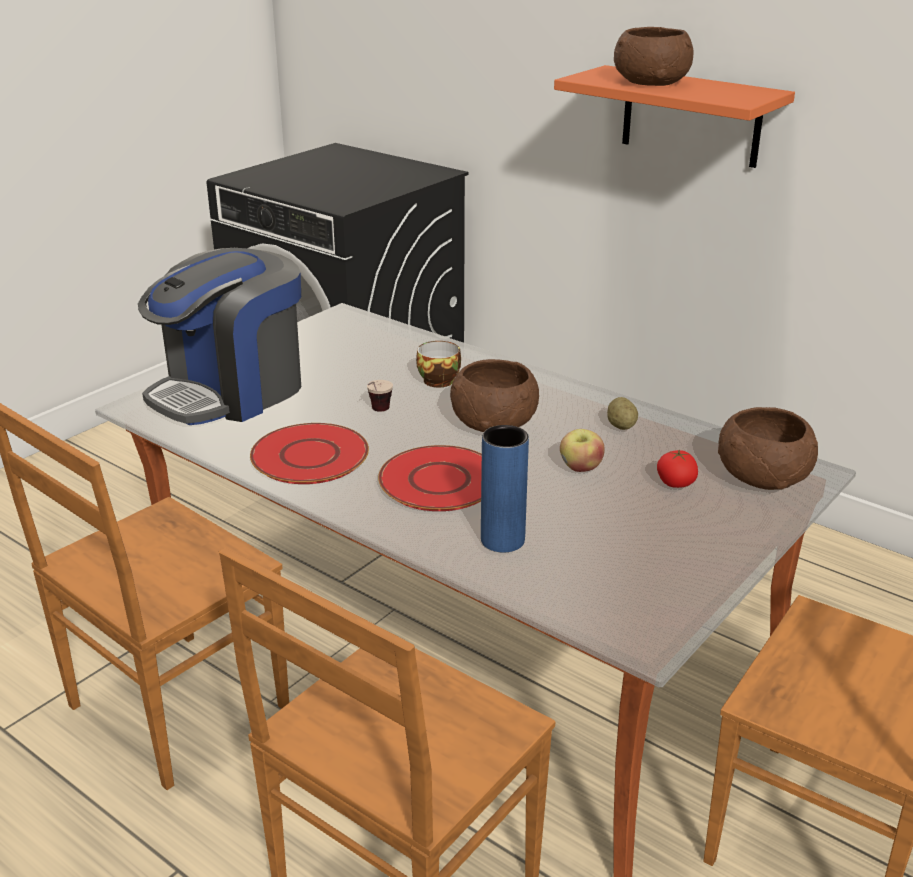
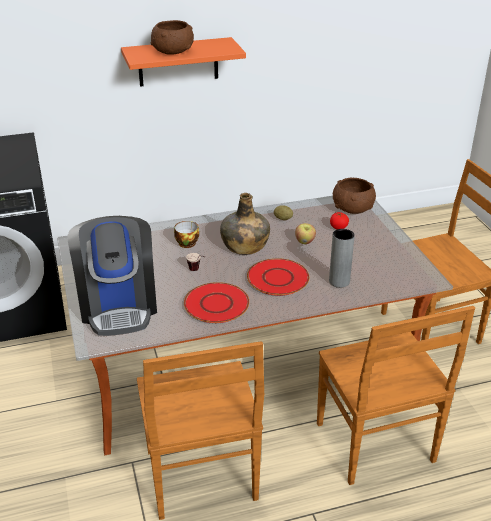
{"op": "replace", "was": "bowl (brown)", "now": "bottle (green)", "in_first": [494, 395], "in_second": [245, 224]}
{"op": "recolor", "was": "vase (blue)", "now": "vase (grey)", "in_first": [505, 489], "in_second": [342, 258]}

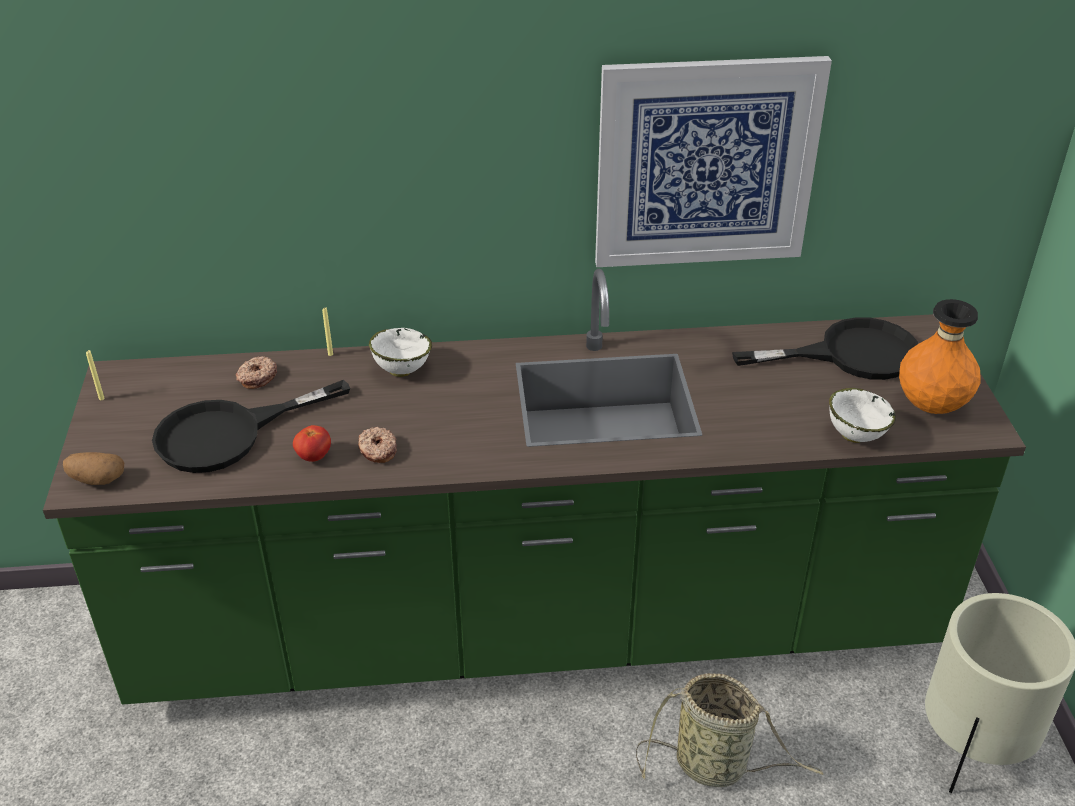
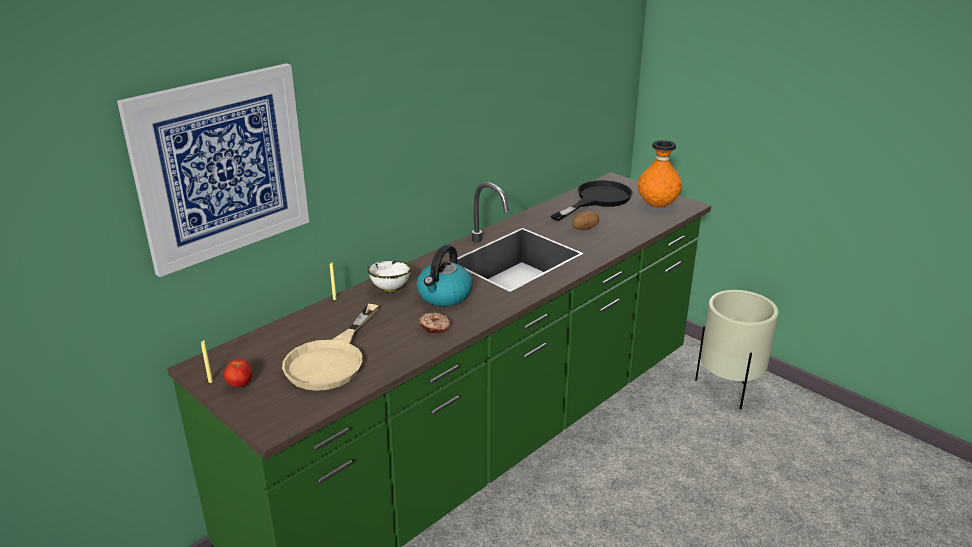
{"op": "move", "was": "picture", "in_first": [713, 161], "in_second": [213, 170]}
{"op": "move", "was": "tomato", "in_first": [312, 443], "in_second": [238, 373]}
{"op": "recolor", "was": "frying pan (black)", "now": "frying pan (beige)", "in_first": [251, 426], "in_second": [330, 347]}
{"op": "insert", "now": "kettle", "in_second": [444, 275]}
{"op": "move", "was": "potato", "in_first": [93, 468], "in_second": [585, 220]}
{"op": "delete", "was": "donut", "in_first": [256, 372]}
{"op": "delete", "was": "basket", "in_first": [730, 730]}
{"op": "delete", "was": "bowl (white)", "in_first": [862, 415]}

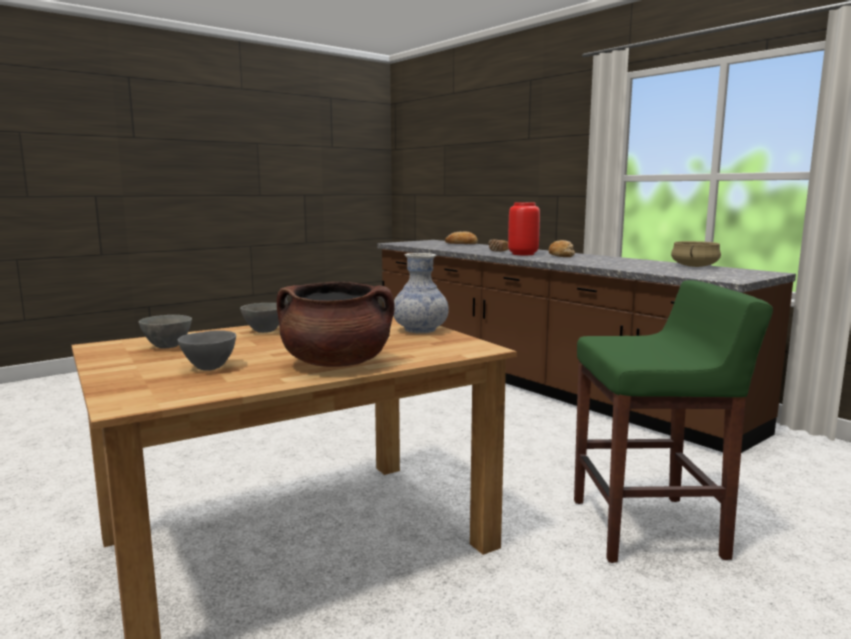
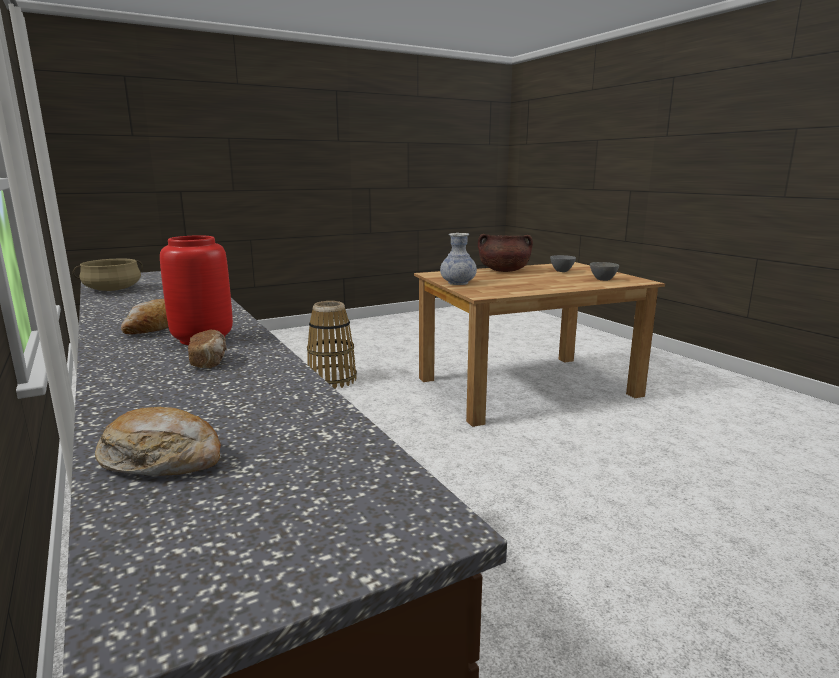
{"op": "replace", "was": "stool (green)", "now": "basket", "in_first": [673, 421], "in_second": [332, 345]}
{"op": "delete", "was": "bowl (grey)", "in_first": [259, 318]}

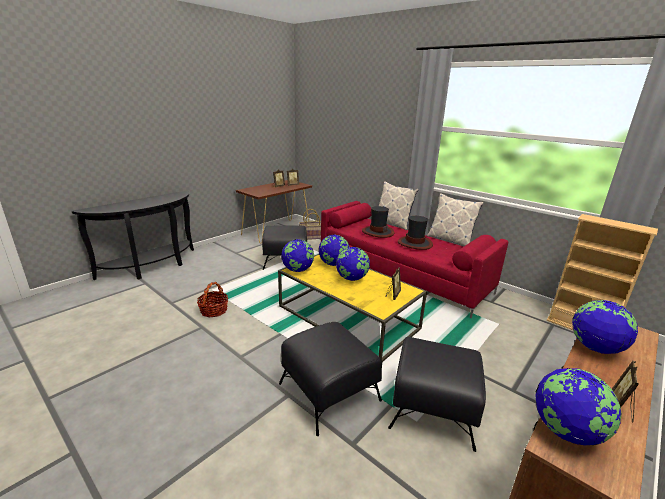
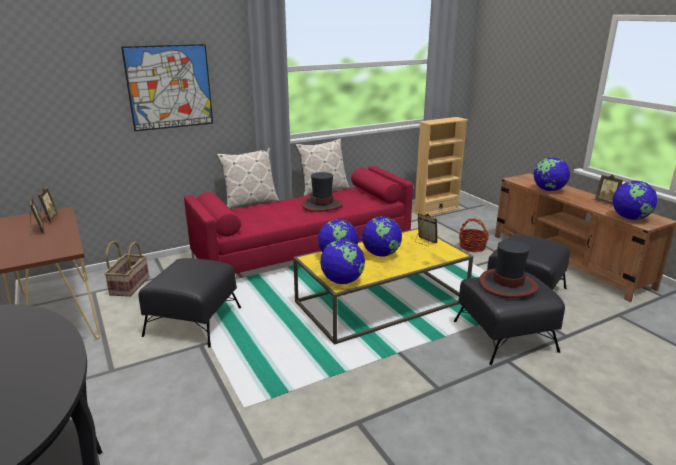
{"op": "insert", "now": "picture", "in_second": [167, 87]}
{"op": "move", "was": "basket", "in_first": [212, 300], "in_second": [474, 235]}
{"op": "move", "was": "hat", "in_first": [378, 222], "in_second": [508, 269]}

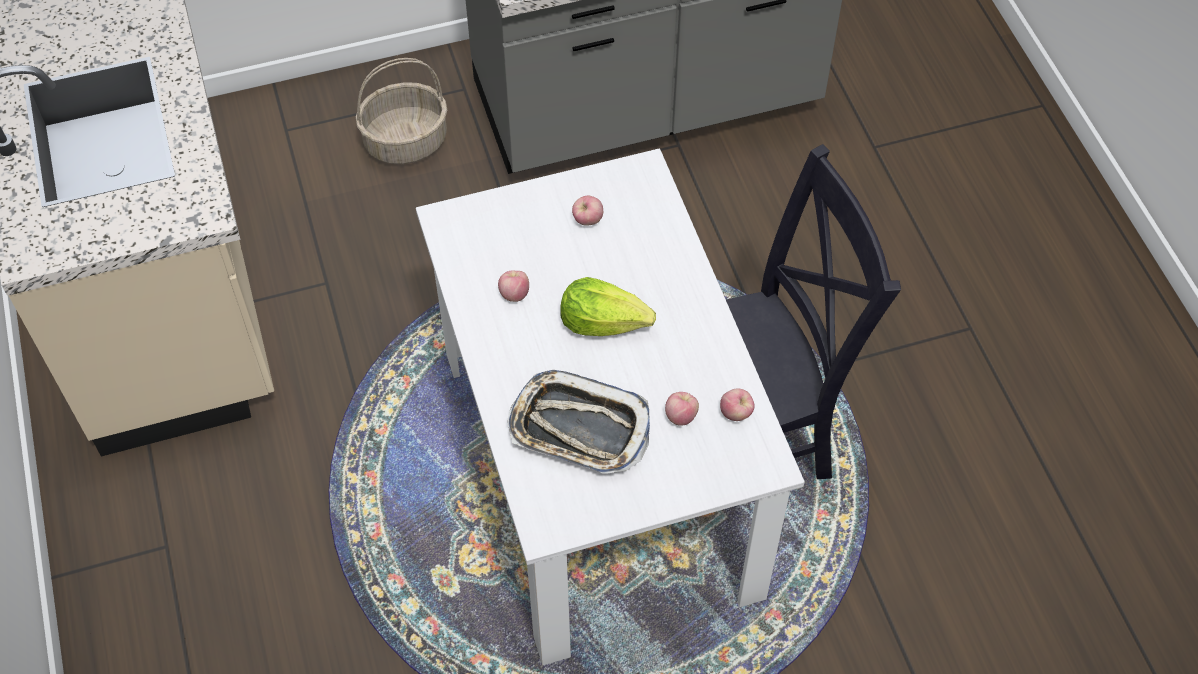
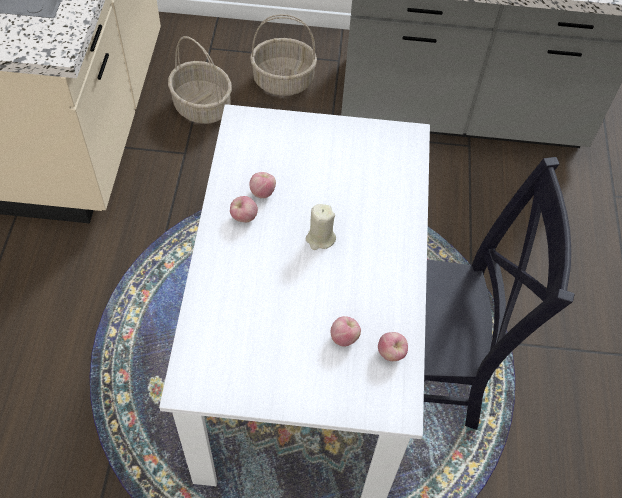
{"op": "insert", "now": "basket", "in_second": [200, 80]}
{"op": "move", "was": "apple", "in_first": [588, 211], "in_second": [244, 209]}
{"op": "replace", "was": "lettuce", "now": "candle (beige)", "in_first": [608, 306], "in_second": [320, 227]}
{"op": "delete", "was": "tray", "in_first": [578, 422]}

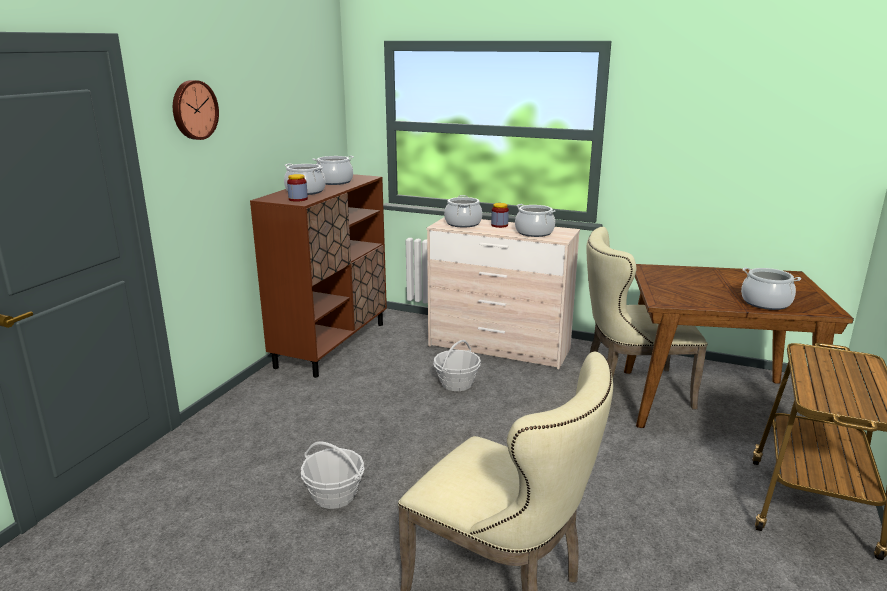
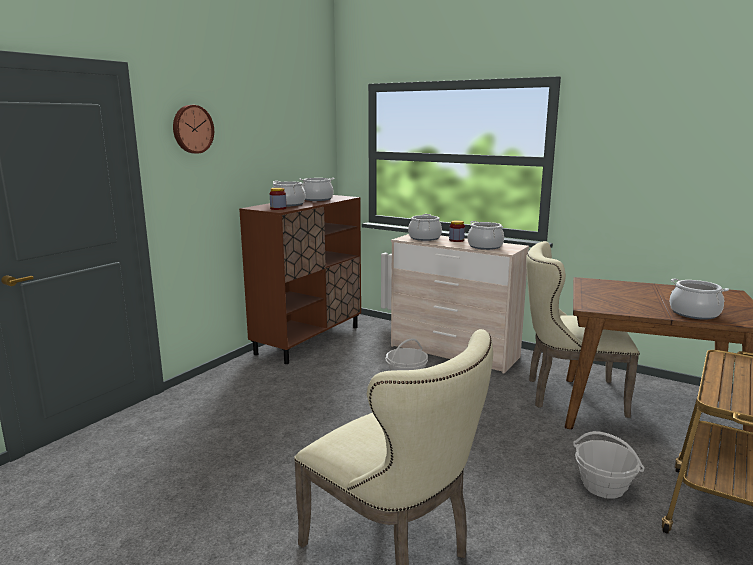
{"op": "move", "was": "basket", "in_first": [332, 475], "in_second": [609, 465]}

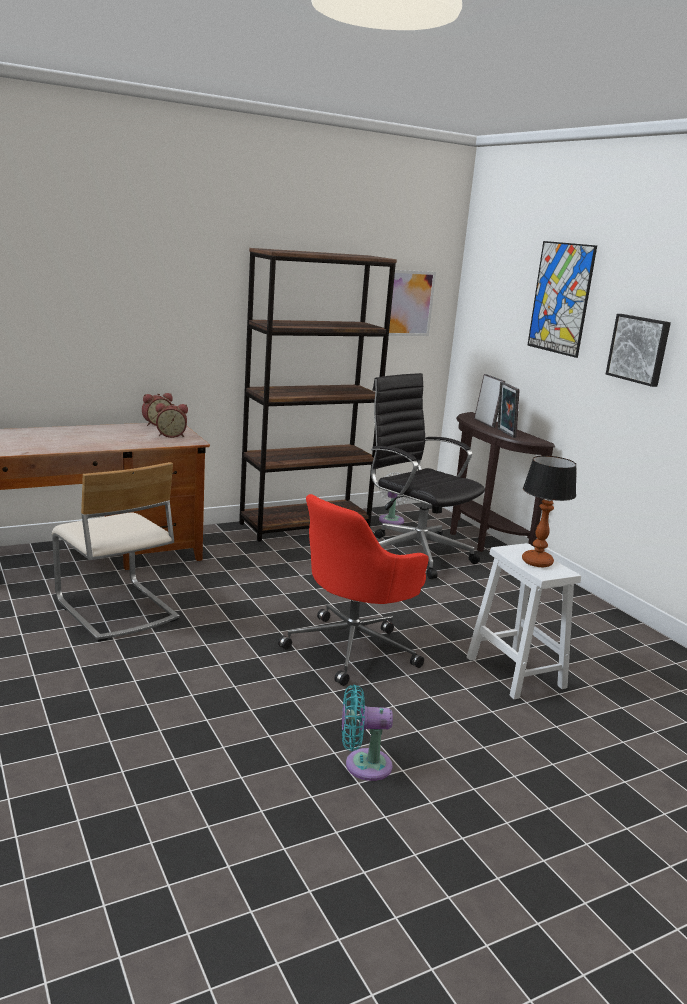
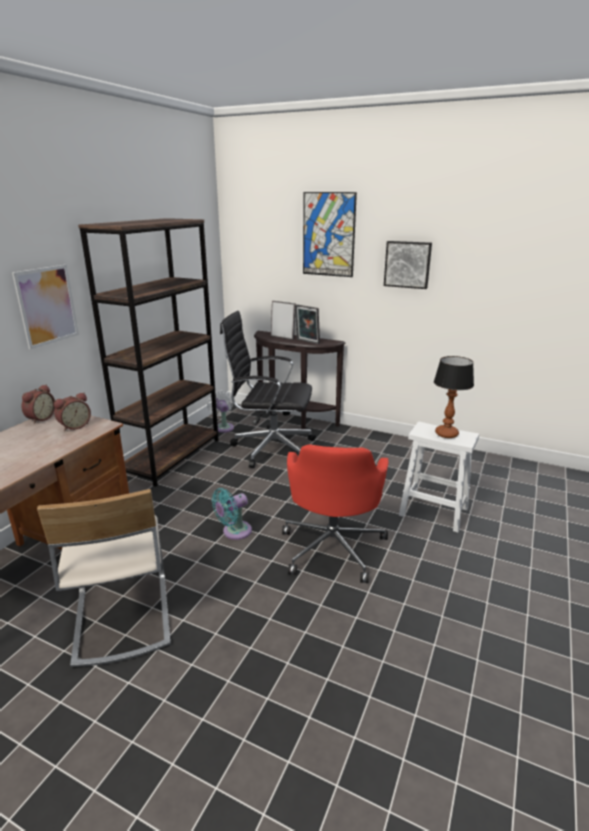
{"op": "move", "was": "picture", "in_first": [412, 303], "in_second": [45, 307]}
{"op": "rotate", "was": "chair (beige)", "in_first": [116, 552], "in_second": [104, 578], "clockwise": 60}
{"op": "move", "was": "fan (turquoise)", "in_first": [367, 733], "in_second": [232, 514]}

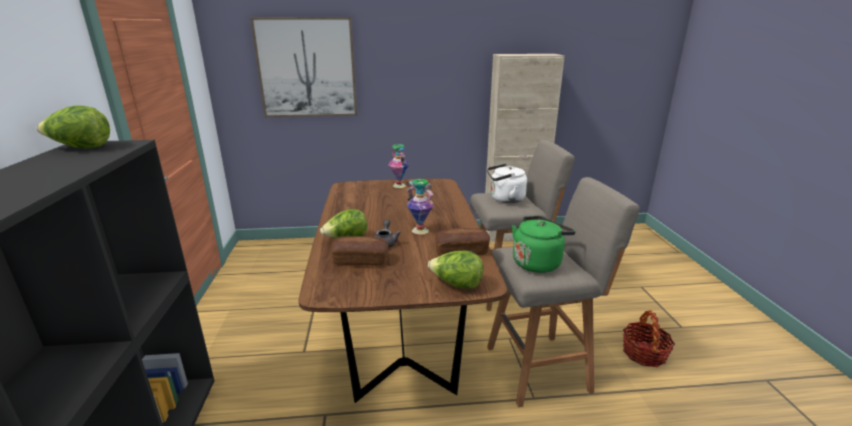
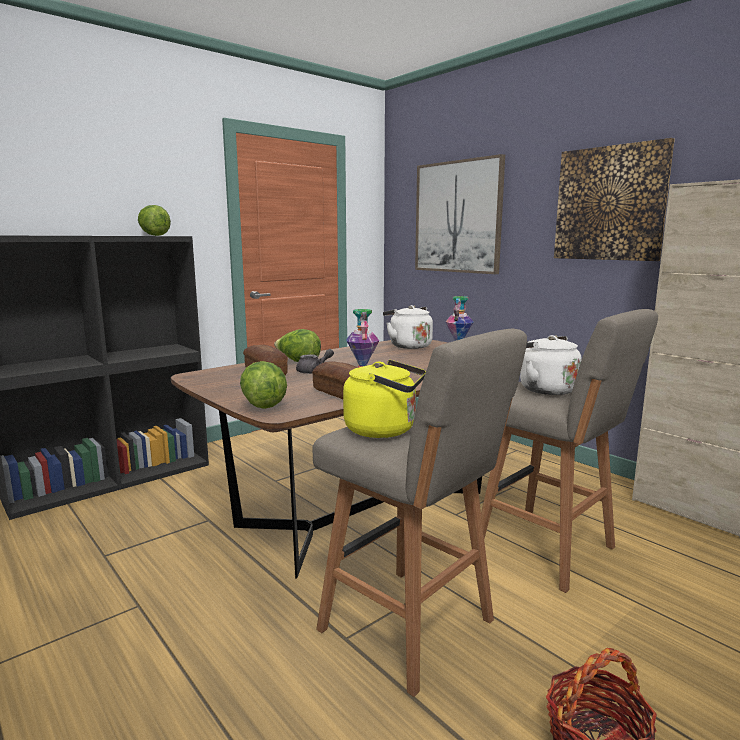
{"op": "recolor", "was": "kettle (green)", "now": "kettle (yellow)", "in_first": [544, 244], "in_second": [384, 399]}
{"op": "insert", "now": "kettle (white)", "in_second": [408, 327]}
{"op": "insert", "now": "picture", "in_second": [614, 199]}

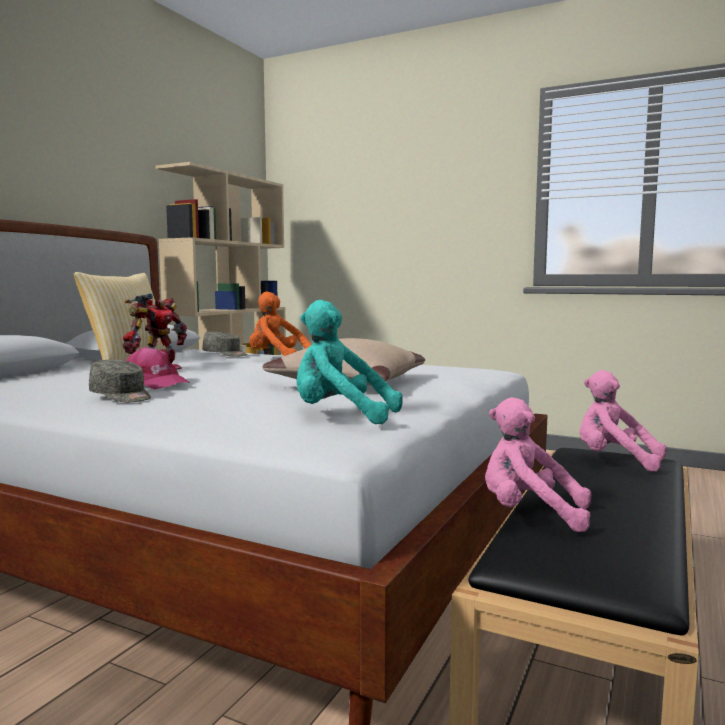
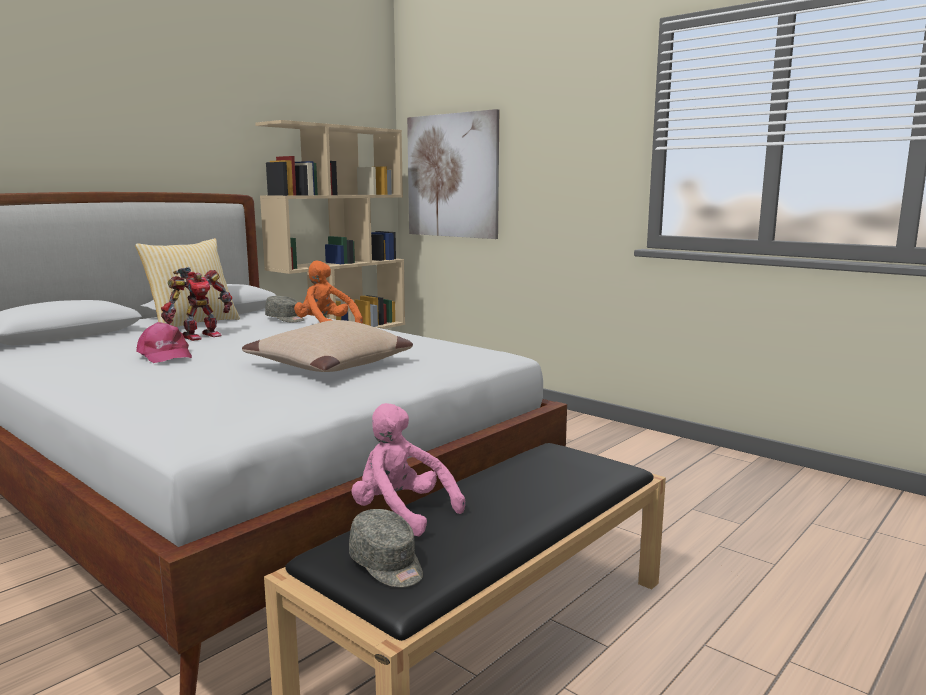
{"op": "move", "was": "cap (grey)", "in_first": [120, 381], "in_second": [386, 548]}
{"op": "insert", "now": "picture", "in_second": [453, 174]}
{"op": "delete", "was": "plush toy (turquoise)", "in_first": [350, 362]}
{"op": "delete", "was": "plush toy (pink)", "in_first": [622, 421]}

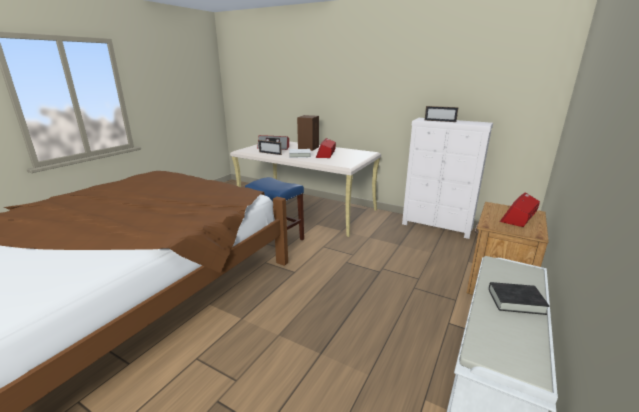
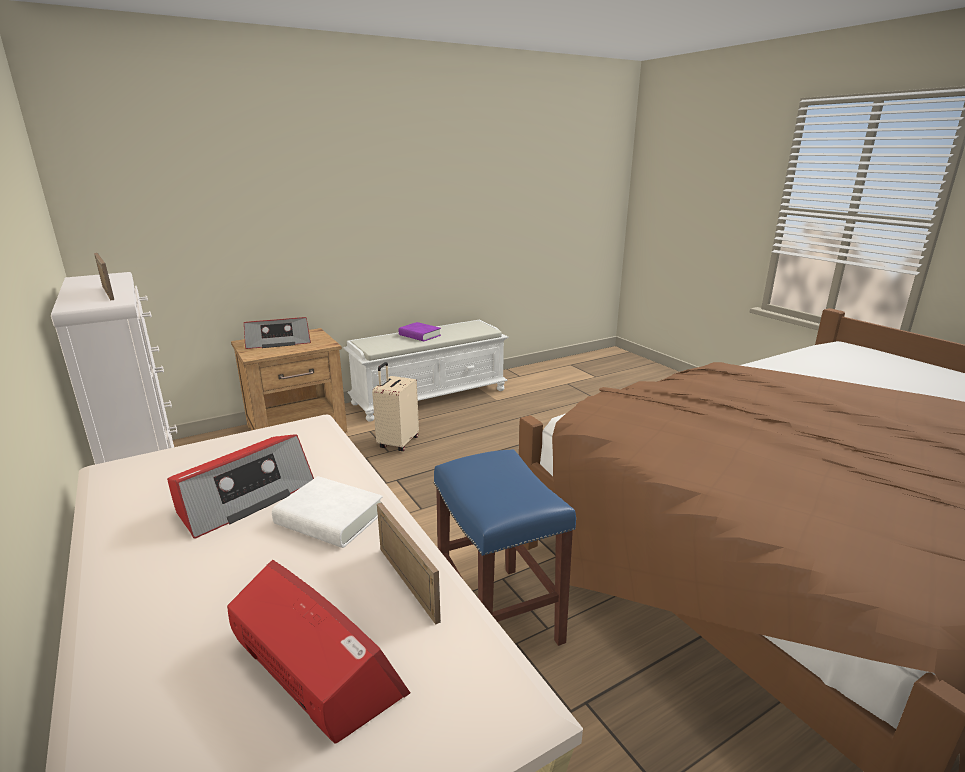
{"op": "insert", "now": "suitcase (beige)", "in_second": [395, 406]}
{"op": "recolor", "was": "book (black)", "now": "book (purple)", "in_first": [519, 298], "in_second": [419, 331]}
{"op": "delete", "was": "speaker (brown)", "in_first": [308, 133]}

